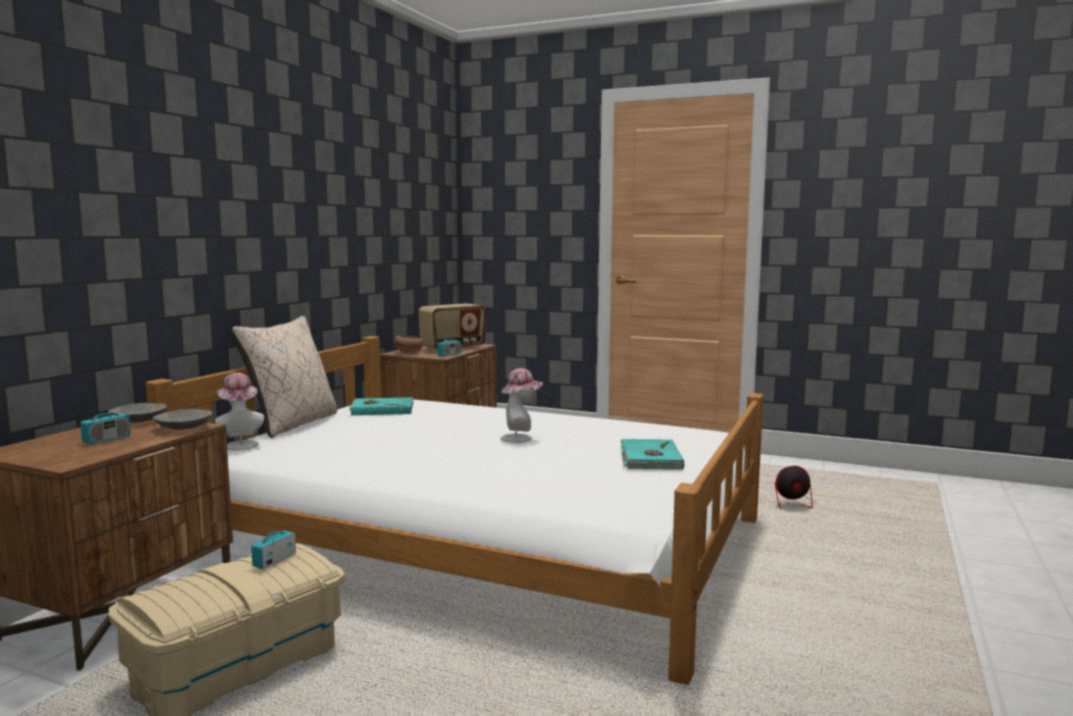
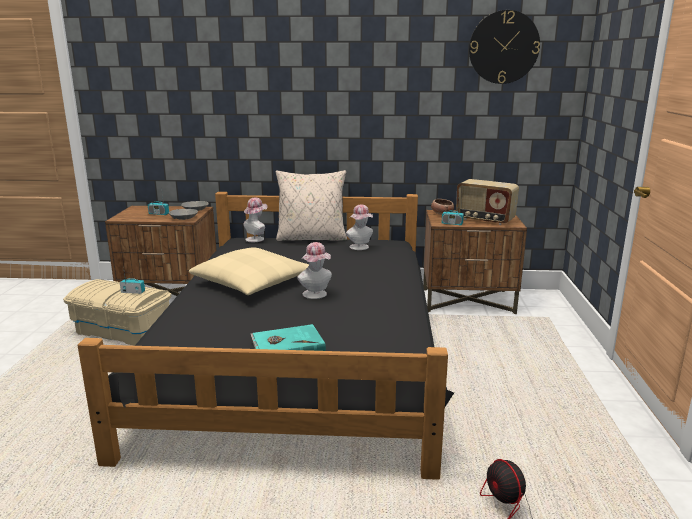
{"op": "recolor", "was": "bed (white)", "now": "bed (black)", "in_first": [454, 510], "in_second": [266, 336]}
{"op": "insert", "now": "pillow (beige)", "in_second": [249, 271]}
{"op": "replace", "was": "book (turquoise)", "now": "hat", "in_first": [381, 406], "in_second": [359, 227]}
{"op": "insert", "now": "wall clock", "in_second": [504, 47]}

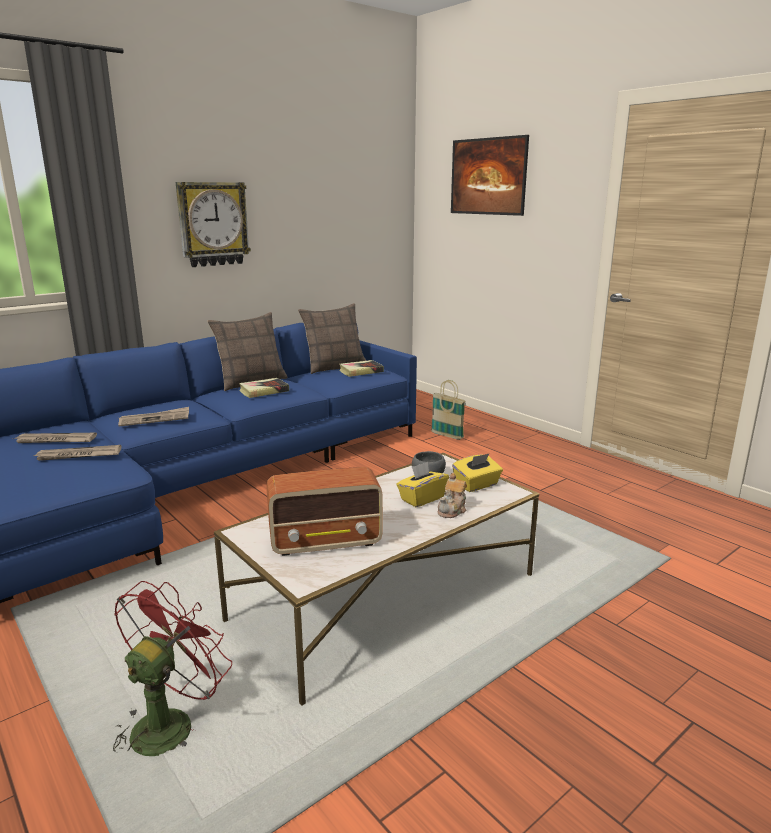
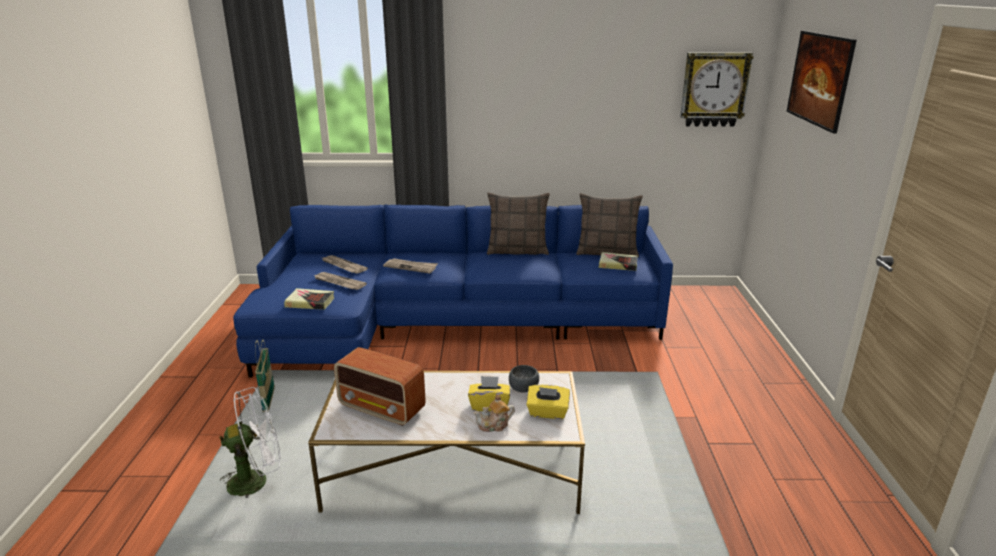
{"op": "recolor", "was": "fan (red)", "now": "fan (white)", "in_first": [172, 668], "in_second": [250, 442]}
{"op": "move", "was": "basket", "in_first": [448, 410], "in_second": [265, 376]}
{"op": "move", "was": "book", "in_first": [264, 388], "in_second": [309, 299]}
{"op": "move", "was": "wall clock", "in_first": [213, 224], "in_second": [717, 90]}

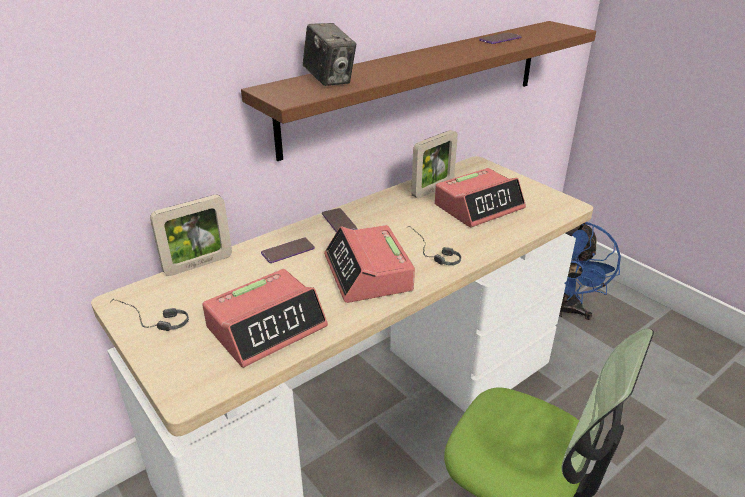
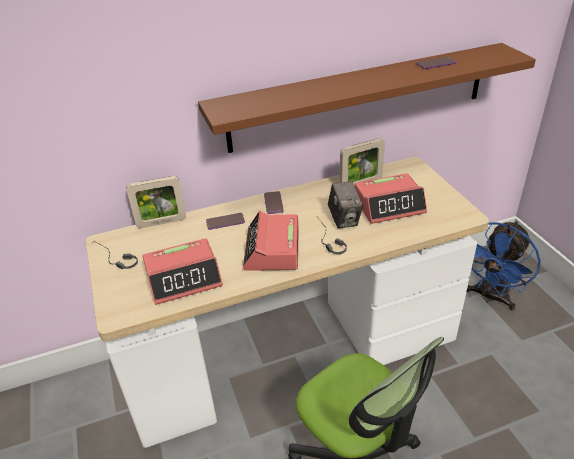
{"op": "move", "was": "photo camera", "in_first": [329, 54], "in_second": [345, 204]}

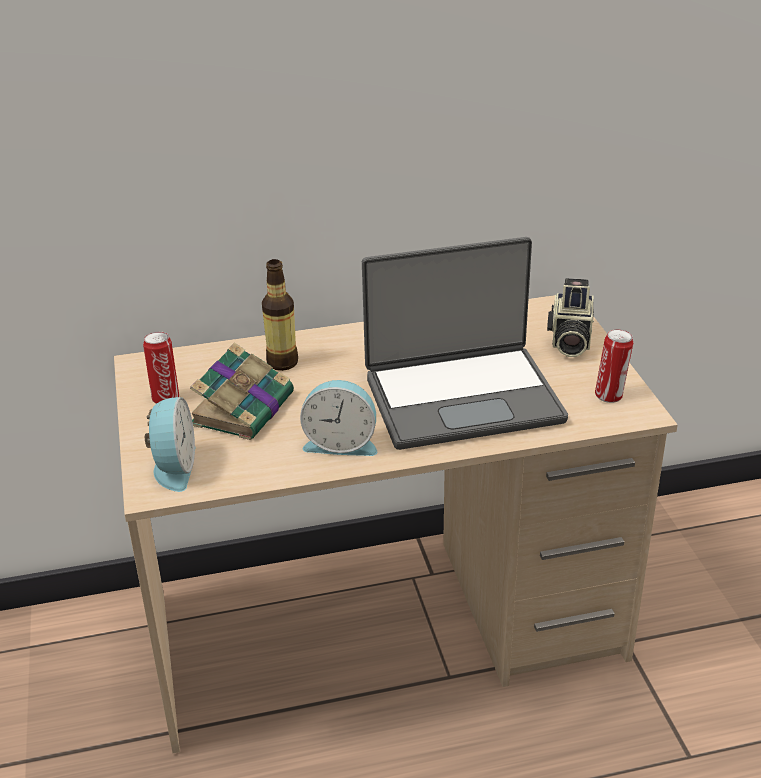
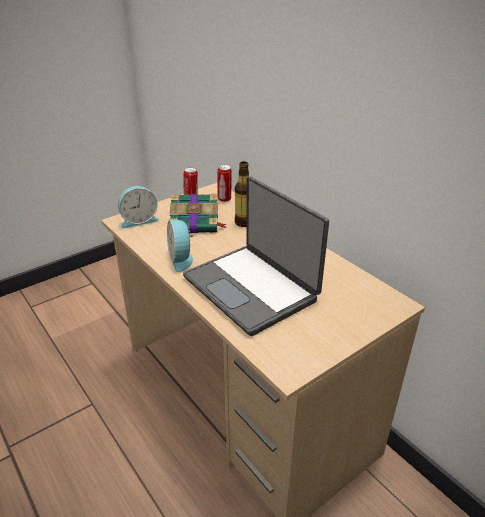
{"op": "move", "was": "can", "in_first": [614, 366], "in_second": [224, 183]}
{"op": "delete", "was": "photo camera", "in_first": [570, 317]}

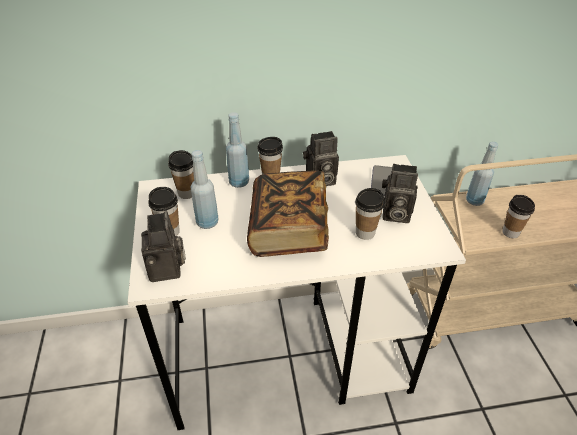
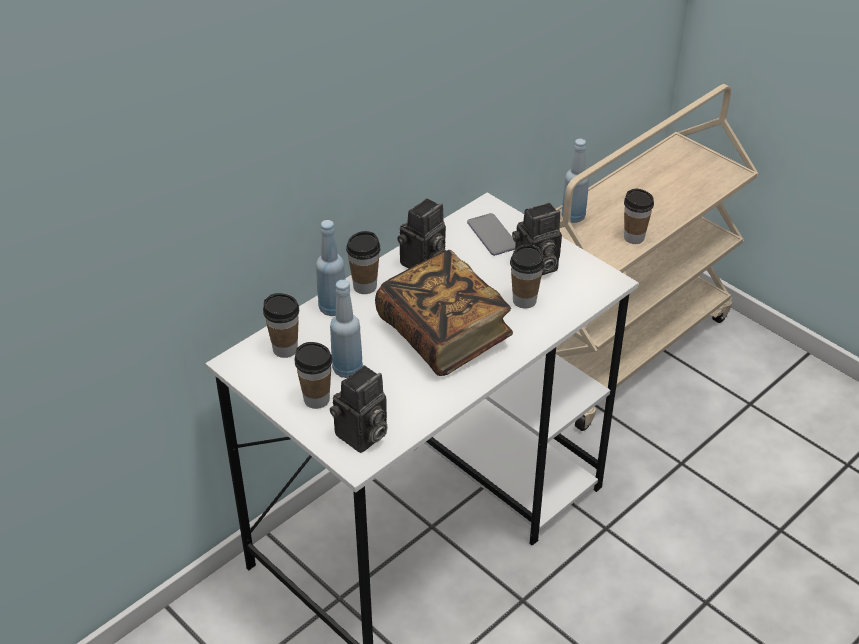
{"op": "rotate", "was": "photo camera", "in_first": [163, 246], "in_second": [359, 409], "clockwise": 90}

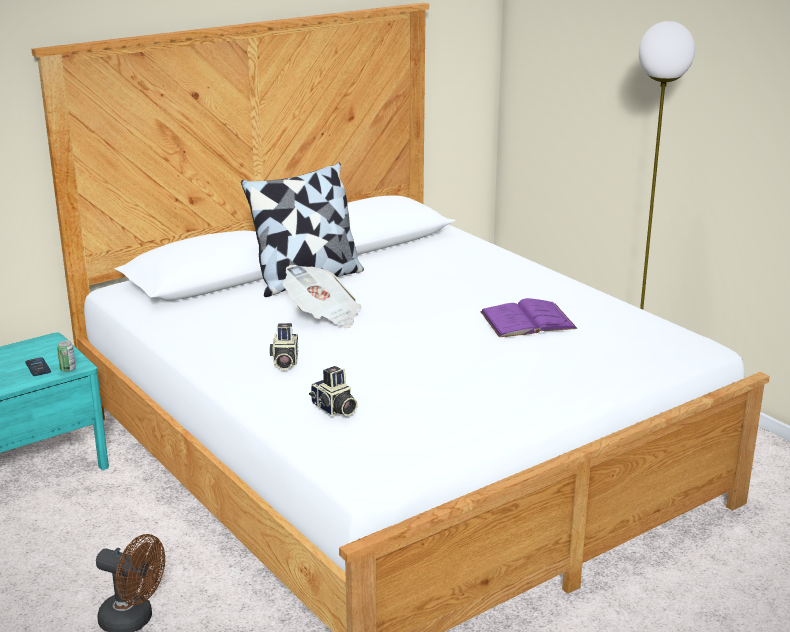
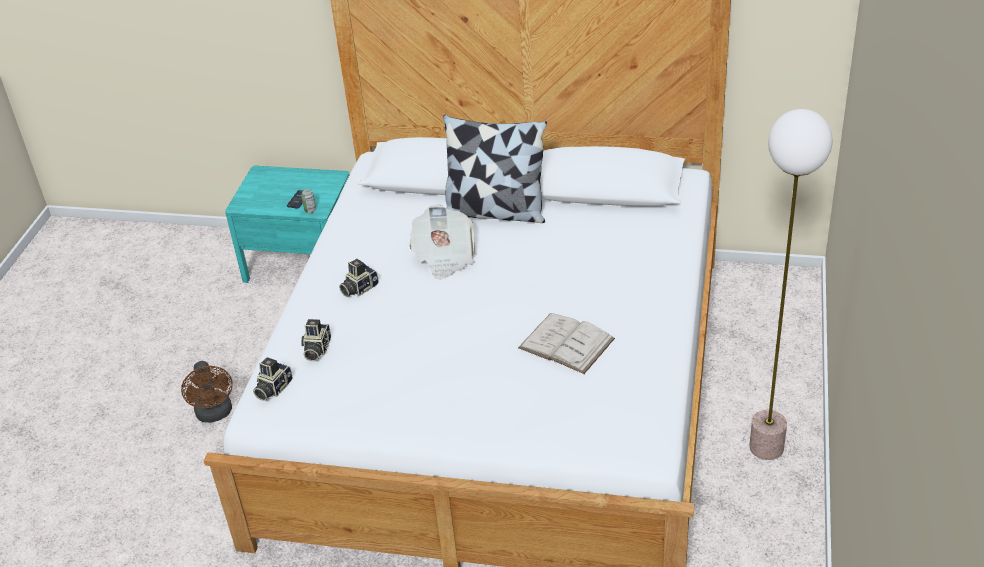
{"op": "insert", "now": "photo camera", "in_second": [273, 379]}
{"op": "recolor", "was": "book (purple)", "now": "book (white)", "in_first": [529, 317], "in_second": [566, 343]}

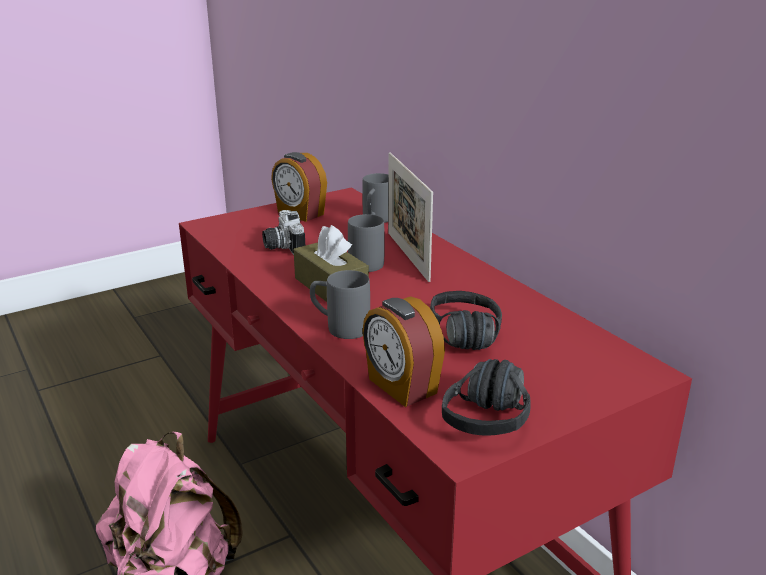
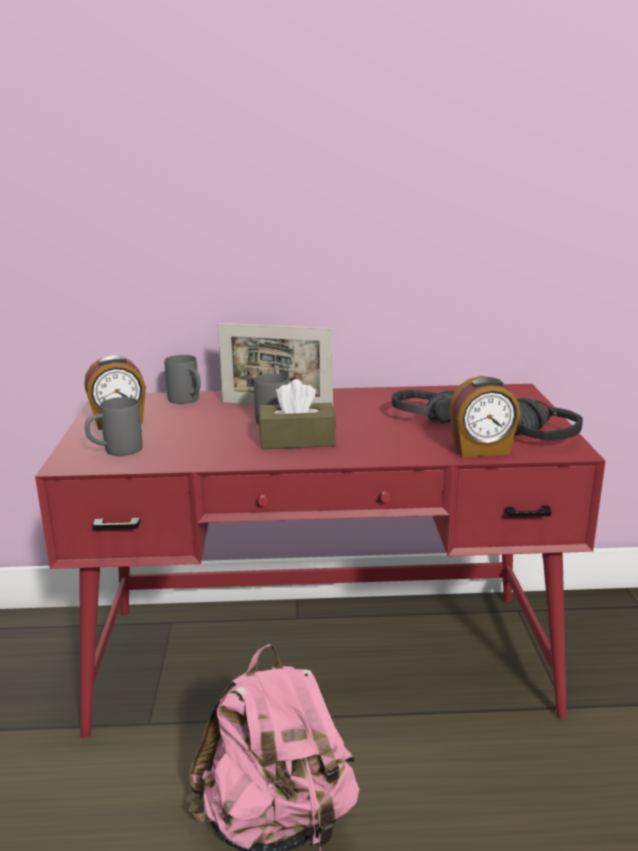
{"op": "move", "was": "mug (grey)", "in_first": [340, 304], "in_second": [114, 426]}
{"op": "delete", "was": "photo camera", "in_first": [283, 232]}

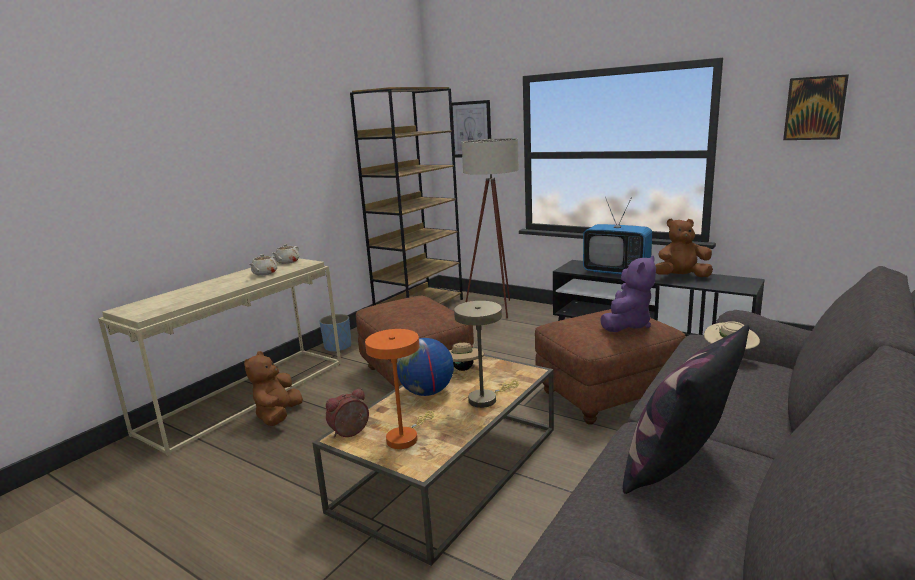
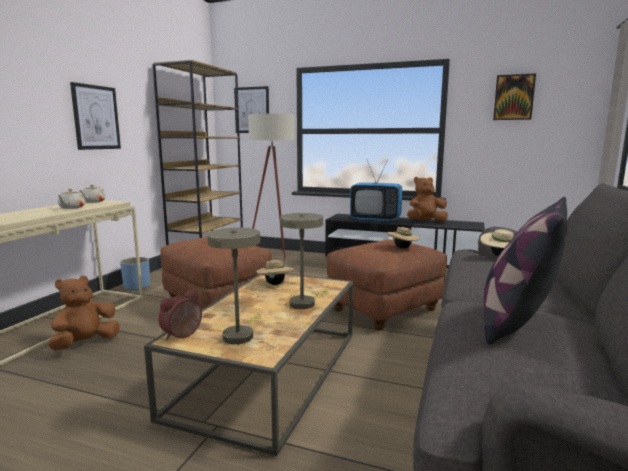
{"op": "rotate", "was": "plush toy (brown)", "in_first": [273, 388], "in_second": [84, 313], "clockwise": 45}
{"op": "insert", "now": "picture", "in_second": [95, 116]}
{"op": "recolor", "was": "table lamp (orange)", "now": "table lamp (beige)", "in_first": [399, 389], "in_second": [234, 285]}
{"op": "replace", "was": "plush toy (purple)", "now": "hat (beige)", "in_first": [628, 294], "in_second": [403, 238]}
{"op": "delete", "was": "globe", "in_first": [425, 367]}

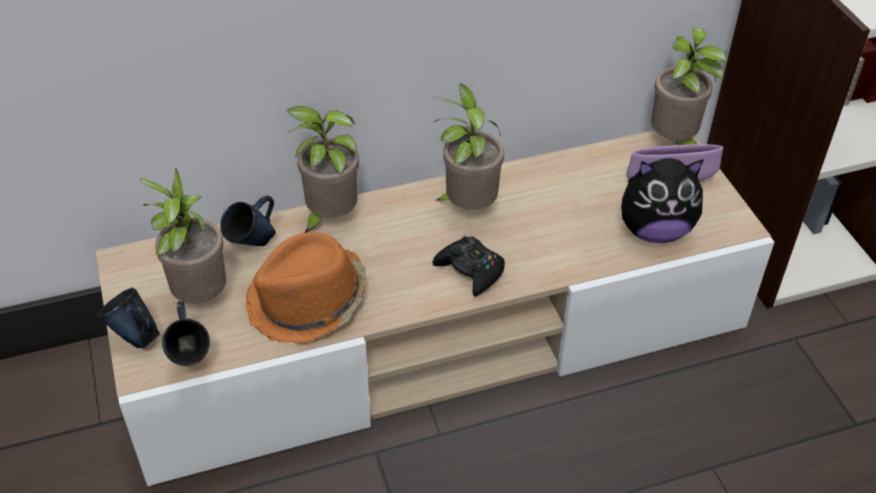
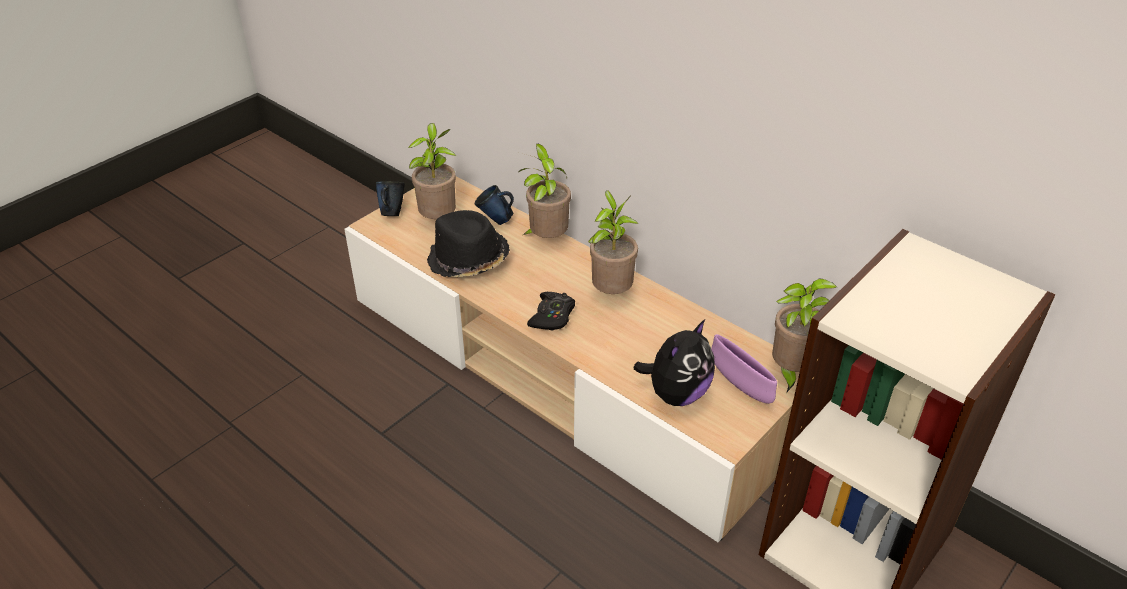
{"op": "recolor", "was": "hat (orange)", "now": "hat (black)", "in_first": [305, 287], "in_second": [468, 243]}
{"op": "rotate", "was": "plush toy", "in_first": [662, 200], "in_second": [674, 362], "clockwise": -105}
{"op": "delete", "was": "mug (blue)", "in_first": [186, 333]}

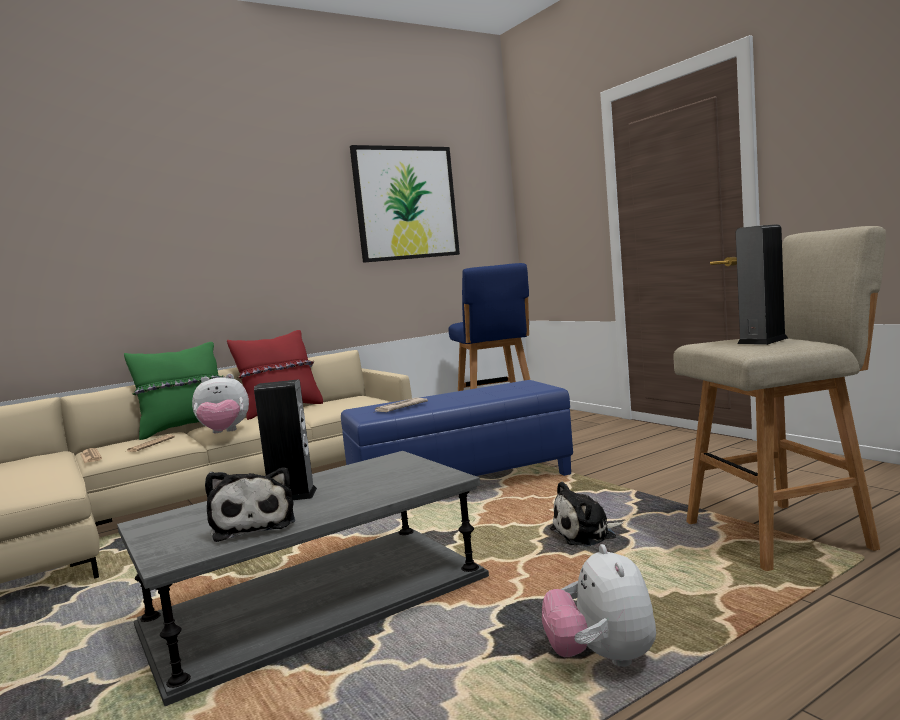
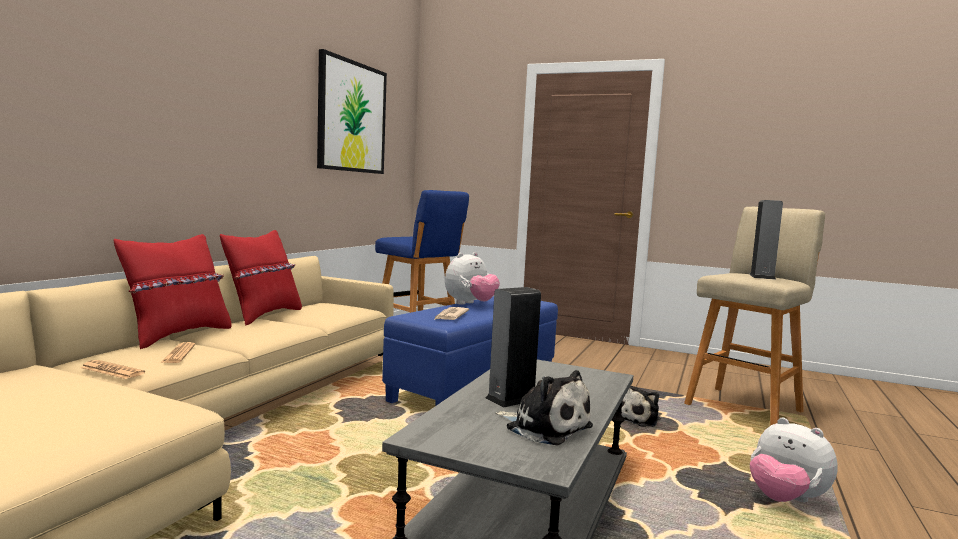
{"op": "recolor", "was": "pillow (green)", "now": "pillow (red)", "in_first": [174, 391], "in_second": [173, 291]}
{"op": "move", "was": "plush toy", "in_first": [220, 403], "in_second": [472, 278]}

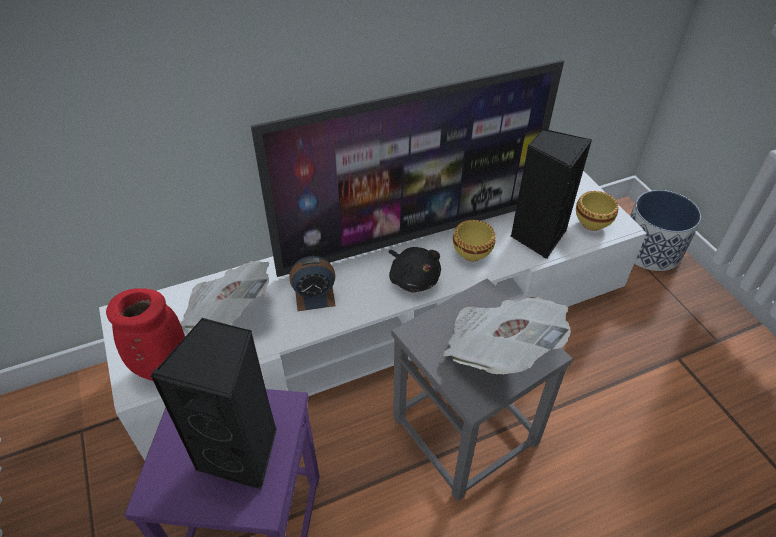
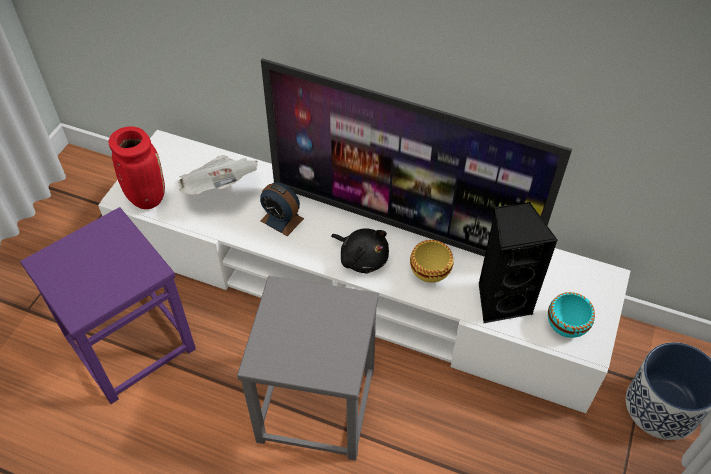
{"op": "rotate", "was": "plush toy (black)", "in_first": [415, 269], "in_second": [360, 250], "clockwise": -60}
{"op": "recolor", "was": "bowl (yellow)", "now": "bowl (turquoise)", "in_first": [597, 211], "in_second": [571, 315]}
{"op": "delete", "was": "speaker (black)", "in_first": [213, 404]}
{"op": "delete", "was": "newspaper", "in_first": [507, 335]}

